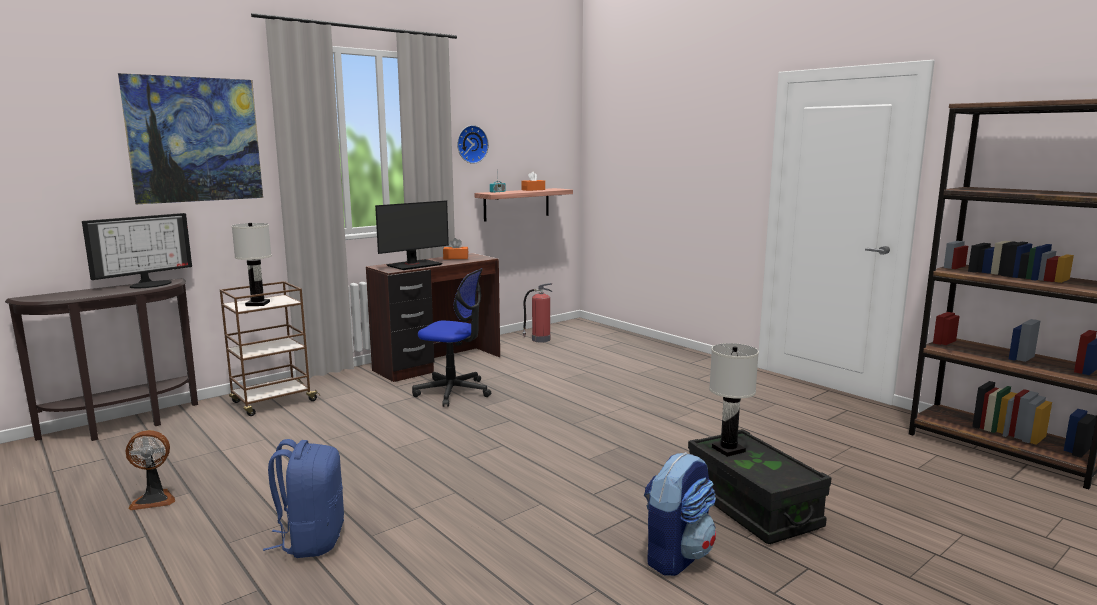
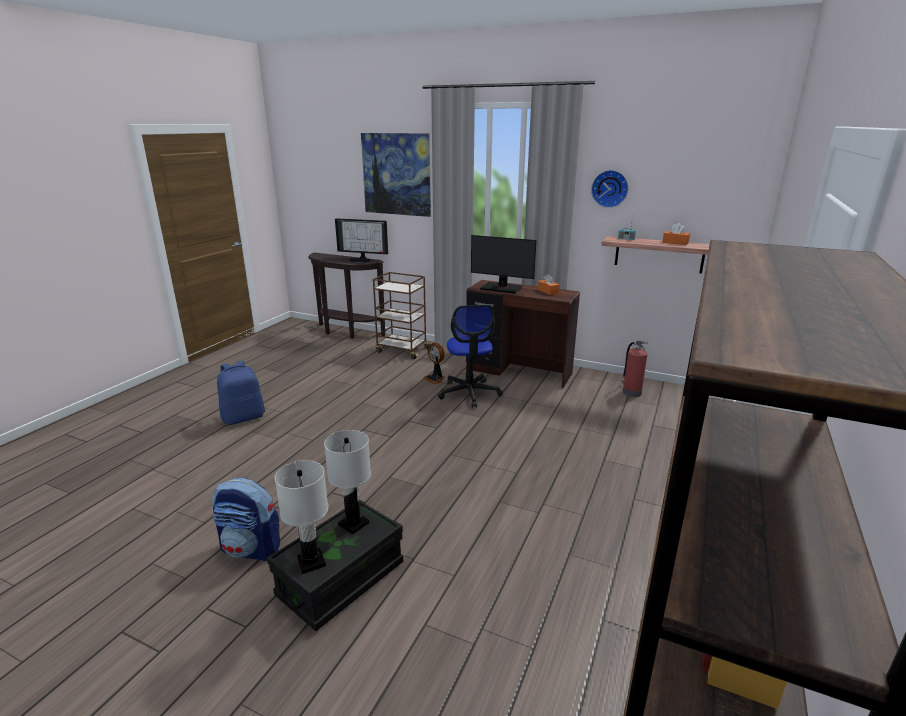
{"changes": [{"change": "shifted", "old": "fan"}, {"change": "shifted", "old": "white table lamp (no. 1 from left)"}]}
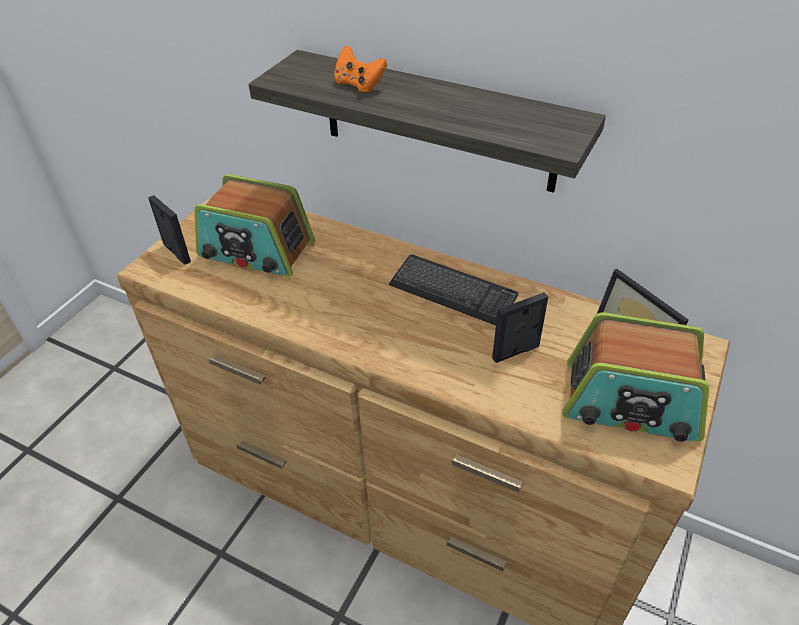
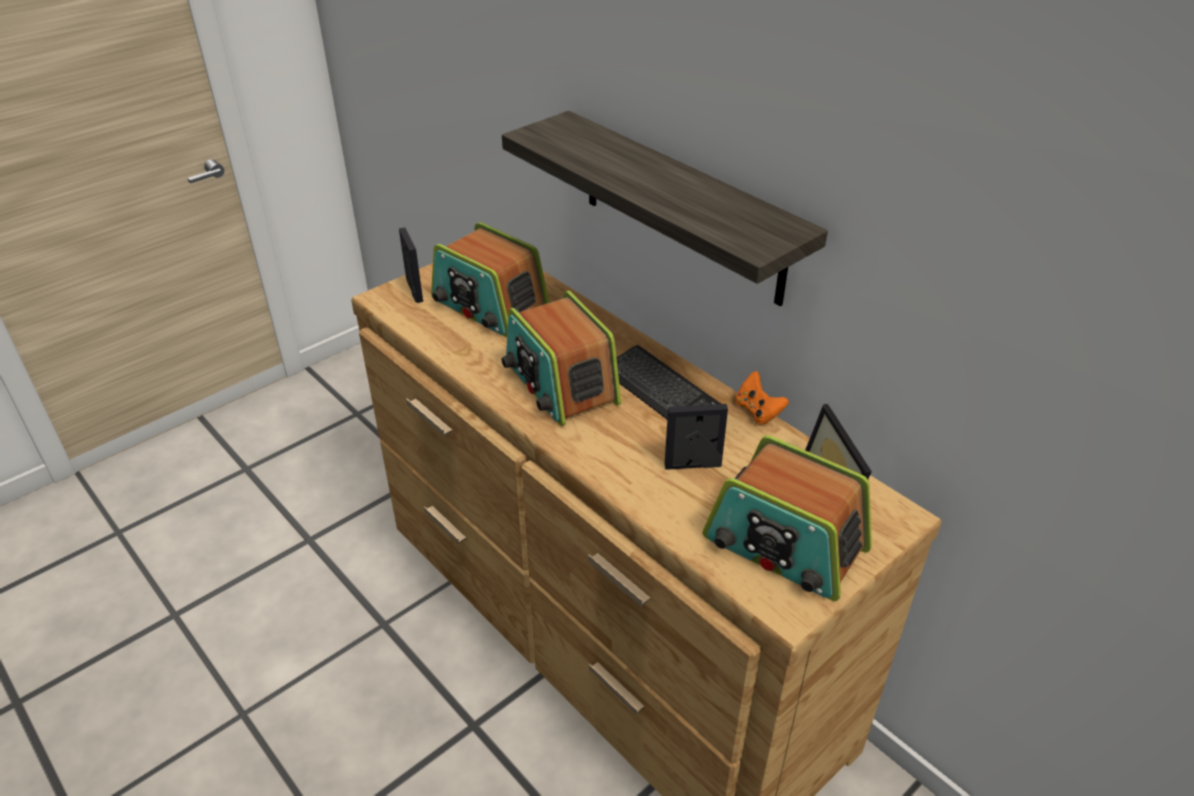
{"changes": [{"change": "shifted", "old": "orange game controller"}, {"change": "new", "new": "radio (no. 2 from left)"}]}
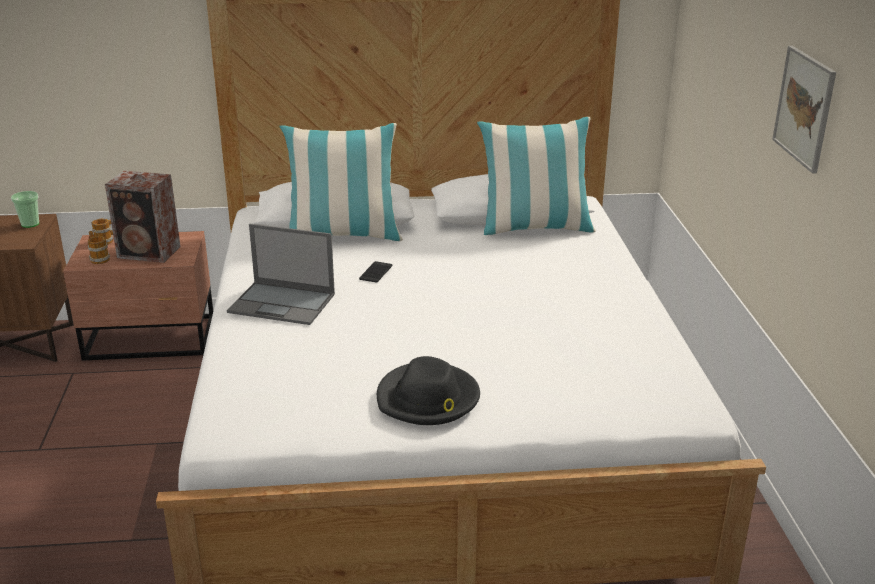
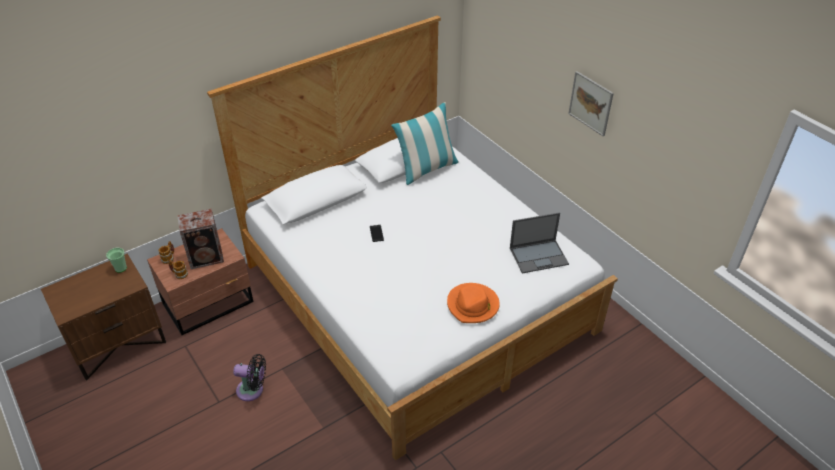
{"changes": [{"change": "shifted", "old": "laptop"}, {"change": "gone", "old": "pillow (no. 1 from left)"}, {"change": "repainted", "old": "black hat", "new": "orange hat"}, {"change": "new", "new": "black fan"}]}
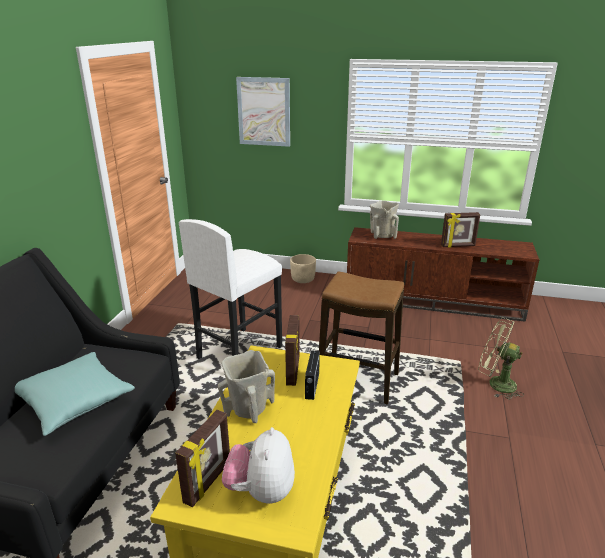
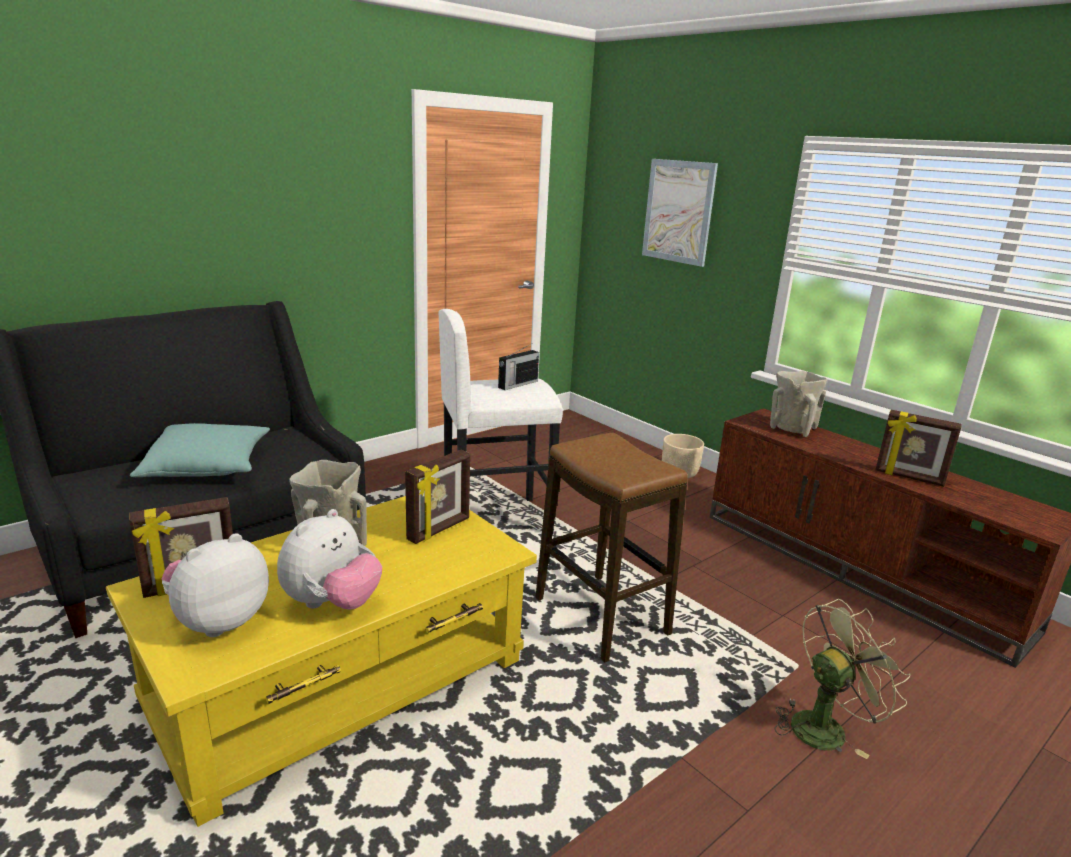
{"changes": [{"change": "shifted", "old": "radio"}, {"change": "rotated", "old": "green fan", "degrees": 90}, {"change": "new", "new": "plush toy (no. 2 from left)"}]}
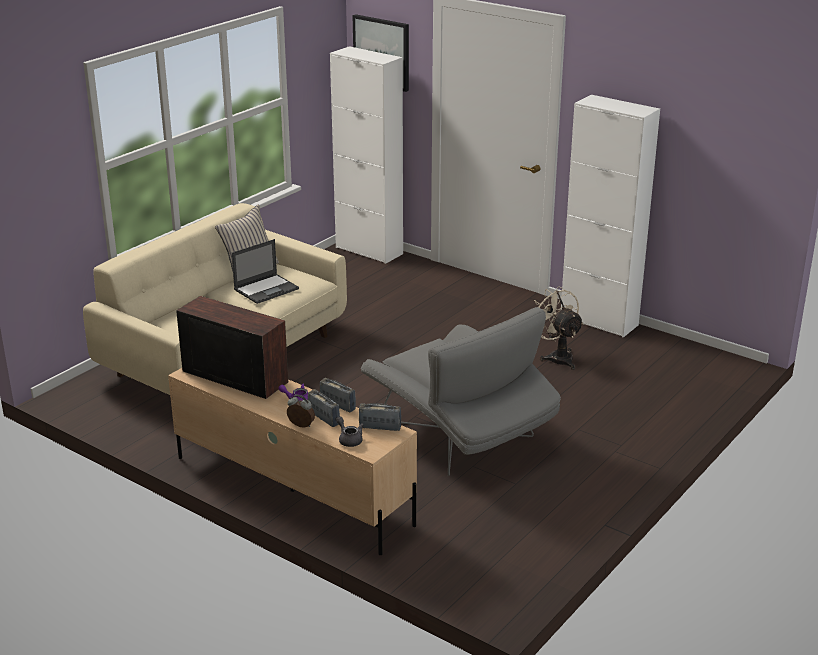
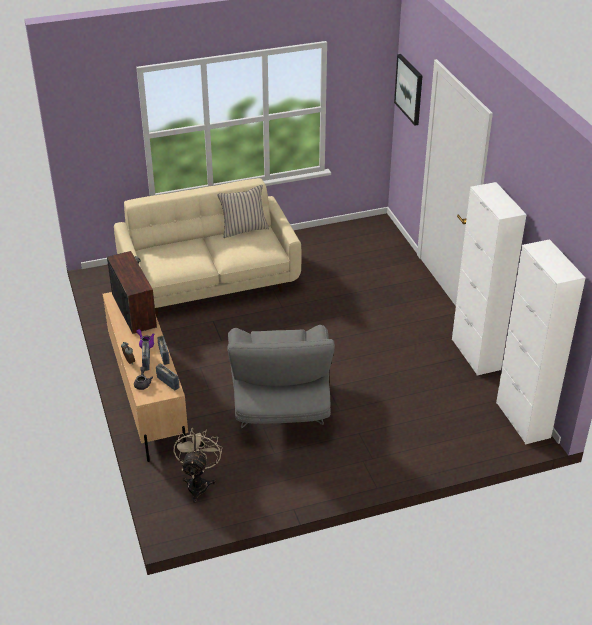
{"changes": [{"change": "gone", "old": "laptop"}, {"change": "shifted", "old": "white cabinet (no. 1 from left in the first image)", "new": "white cabinet (no. 2 from left)"}, {"change": "shifted", "old": "beige fan"}]}
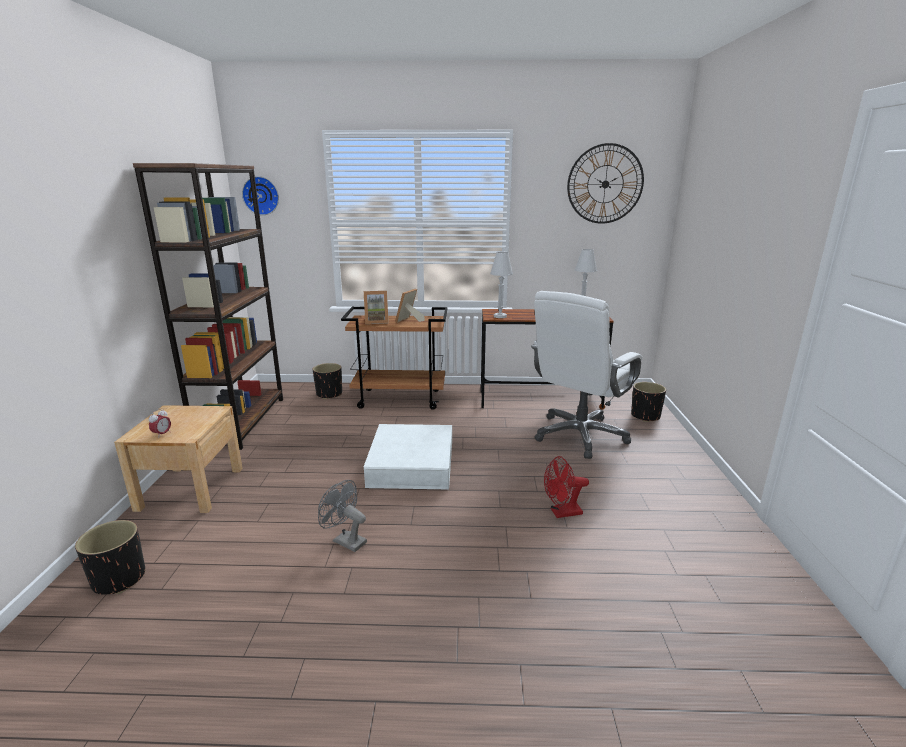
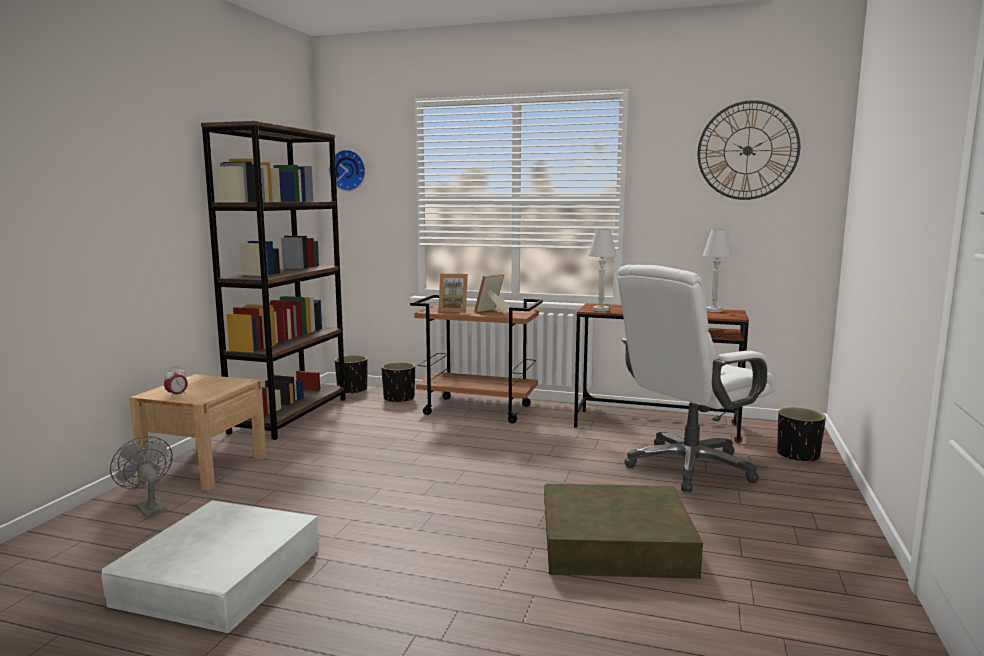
{"changes": [{"change": "shifted", "old": "black planter (no. 1 from left)"}, {"change": "shifted", "old": "grey fan"}, {"change": "shifted", "old": "white storage box"}, {"change": "swapped", "old": "red fan", "new": "brown storage box"}]}
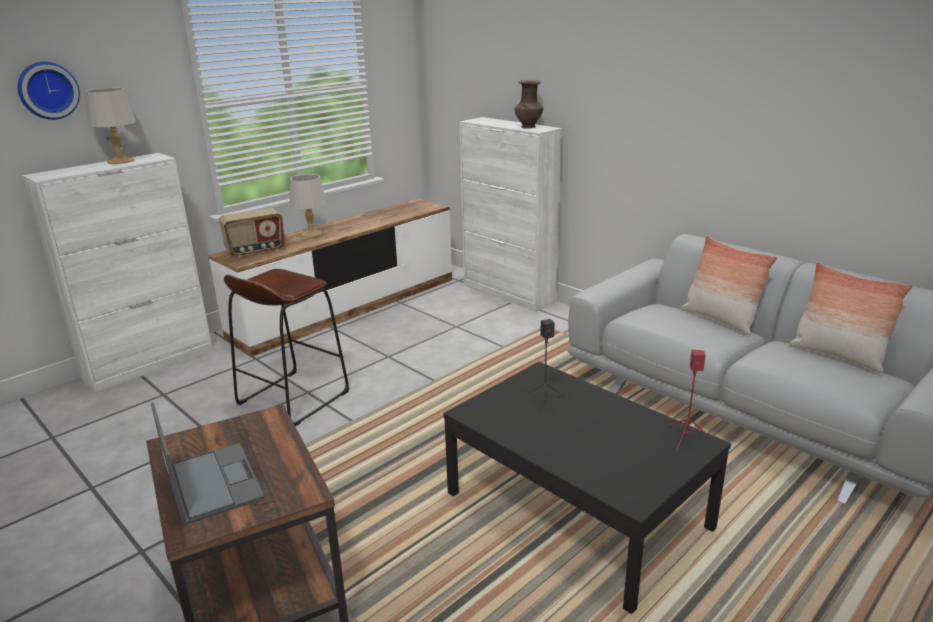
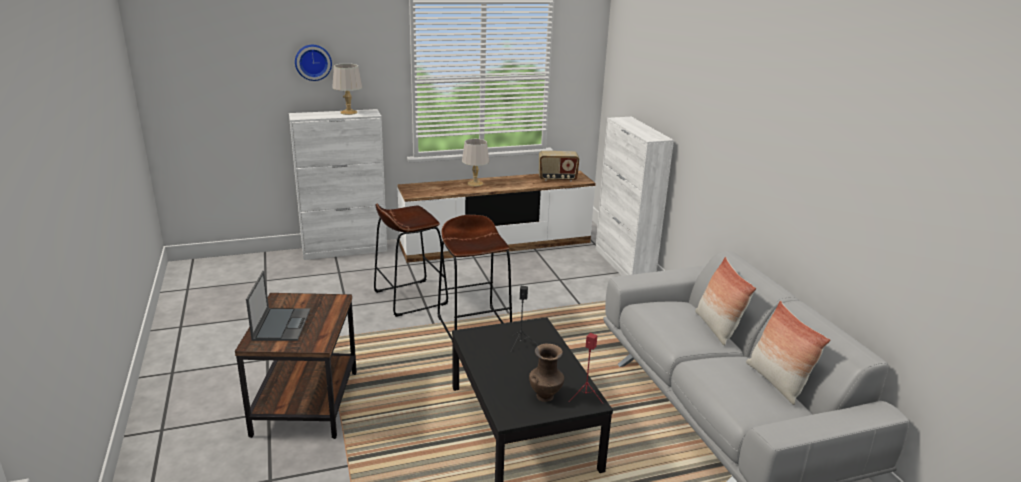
{"changes": [{"change": "shifted", "old": "radio"}, {"change": "shifted", "old": "brown vase"}, {"change": "new", "new": "brown stool (no. 2 from left)"}]}
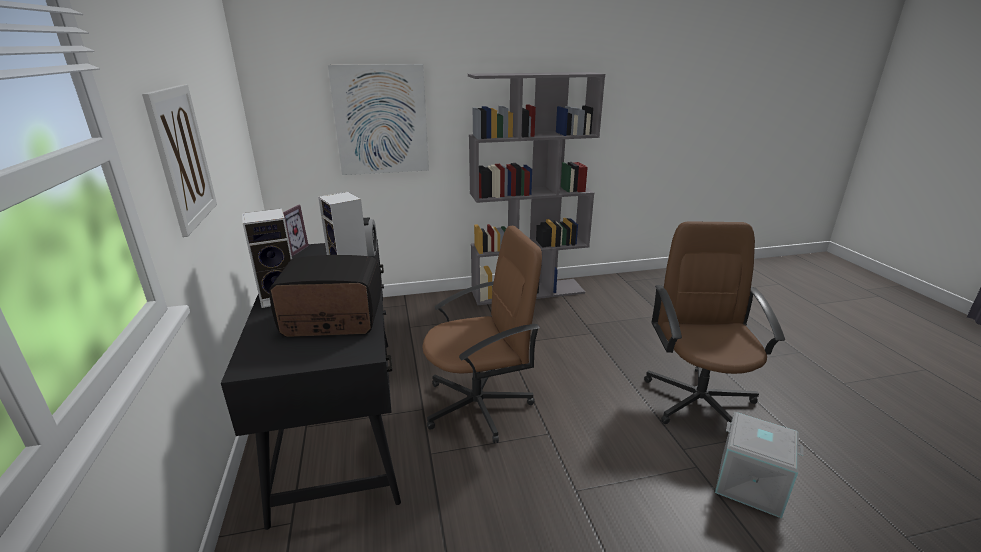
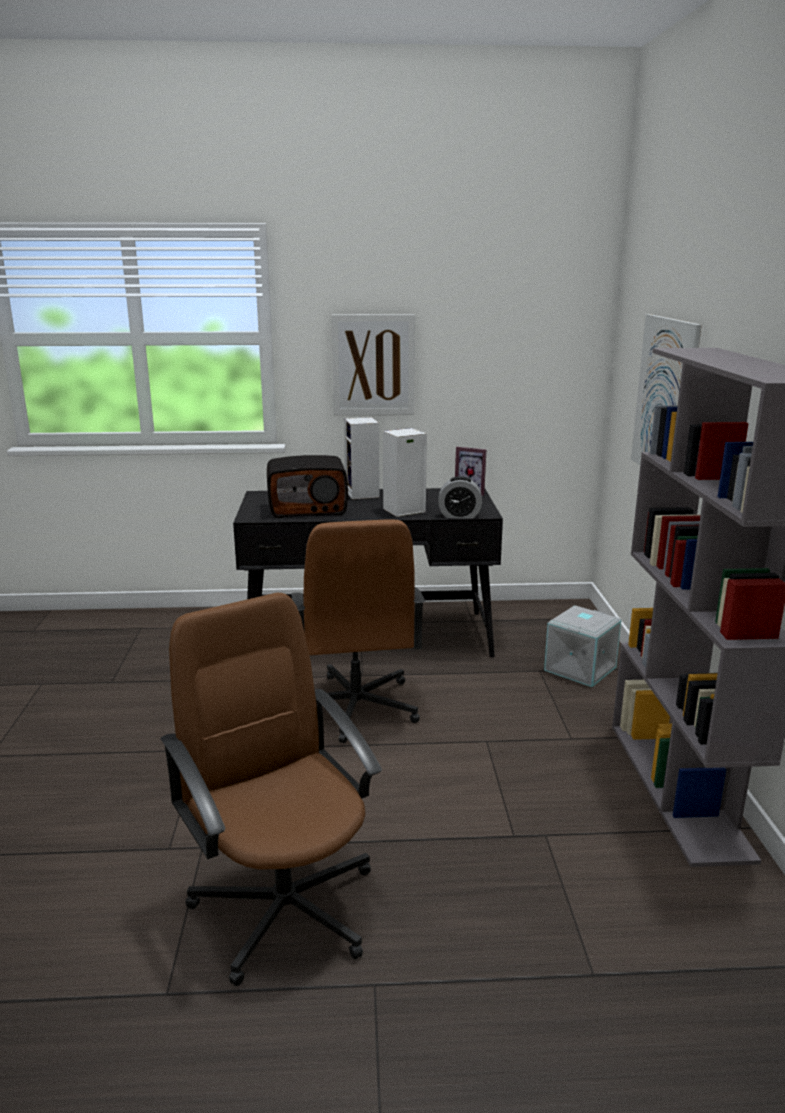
{"changes": [{"change": "rotated", "old": "radio", "degrees": 75}, {"change": "rotated", "old": "brown office chair (no. 2 from left in the first image)", "degrees": -135}, {"change": "shifted", "old": "grey storage box"}]}
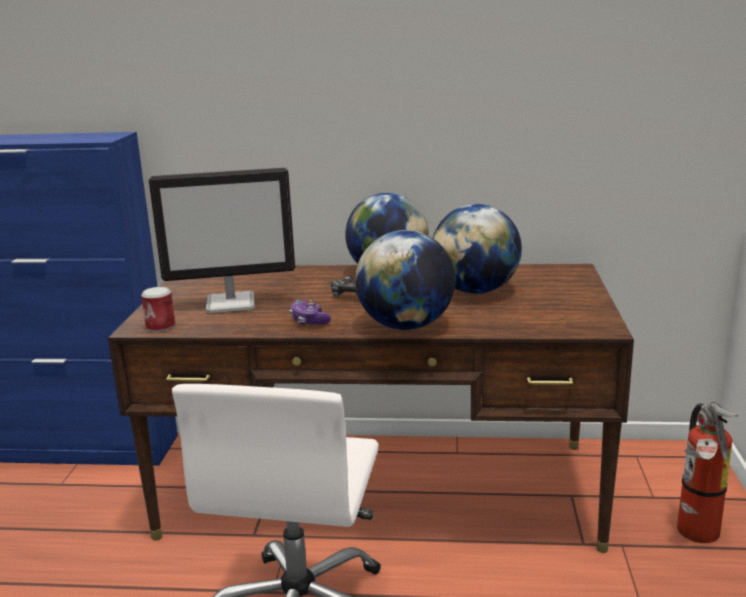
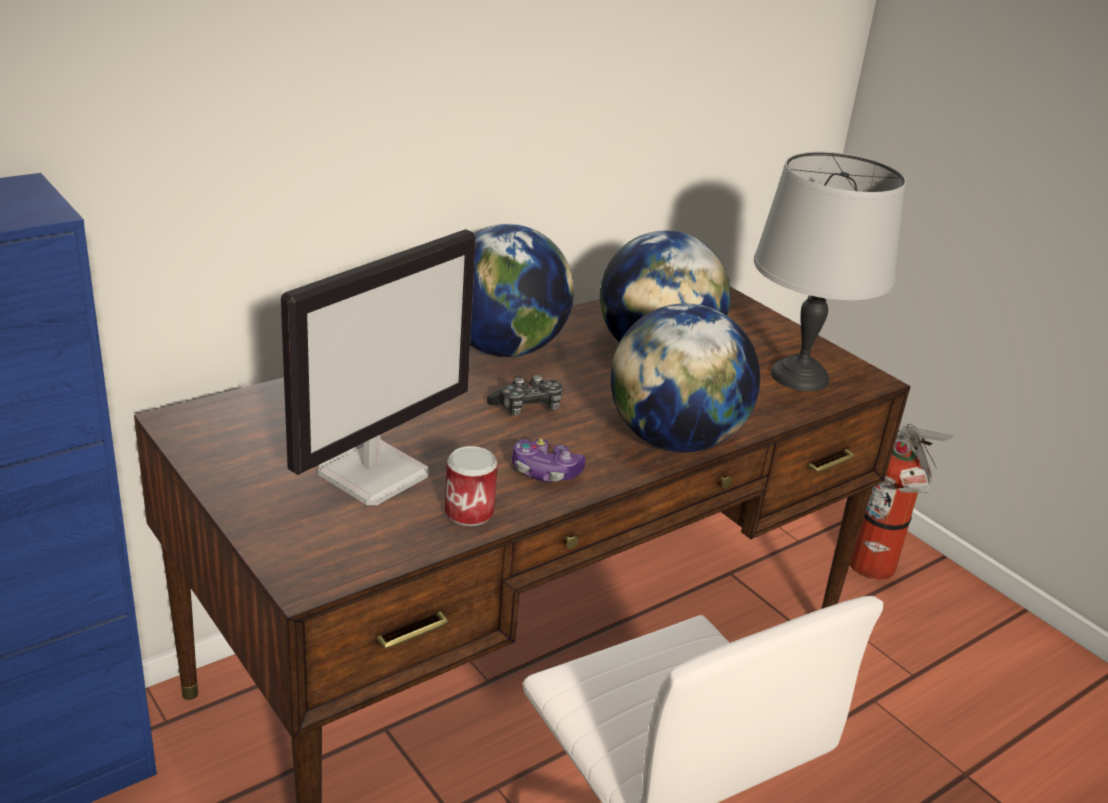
{"changes": [{"change": "shifted", "old": "can"}, {"change": "new", "new": "grey table lamp"}]}
